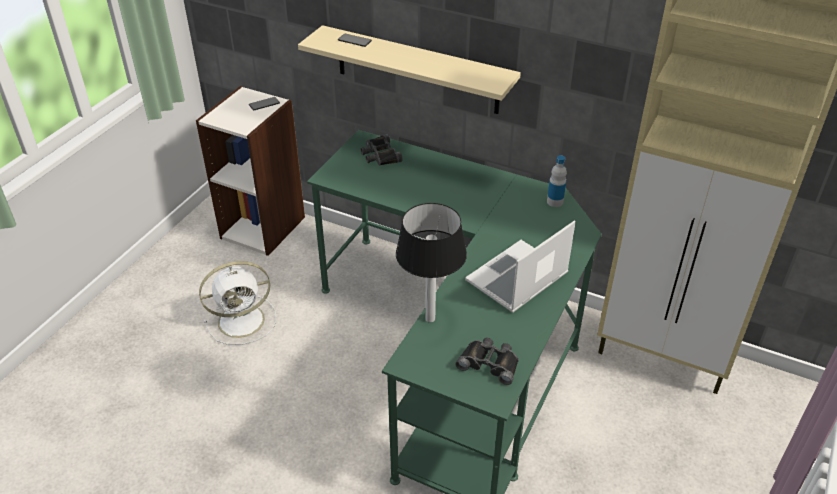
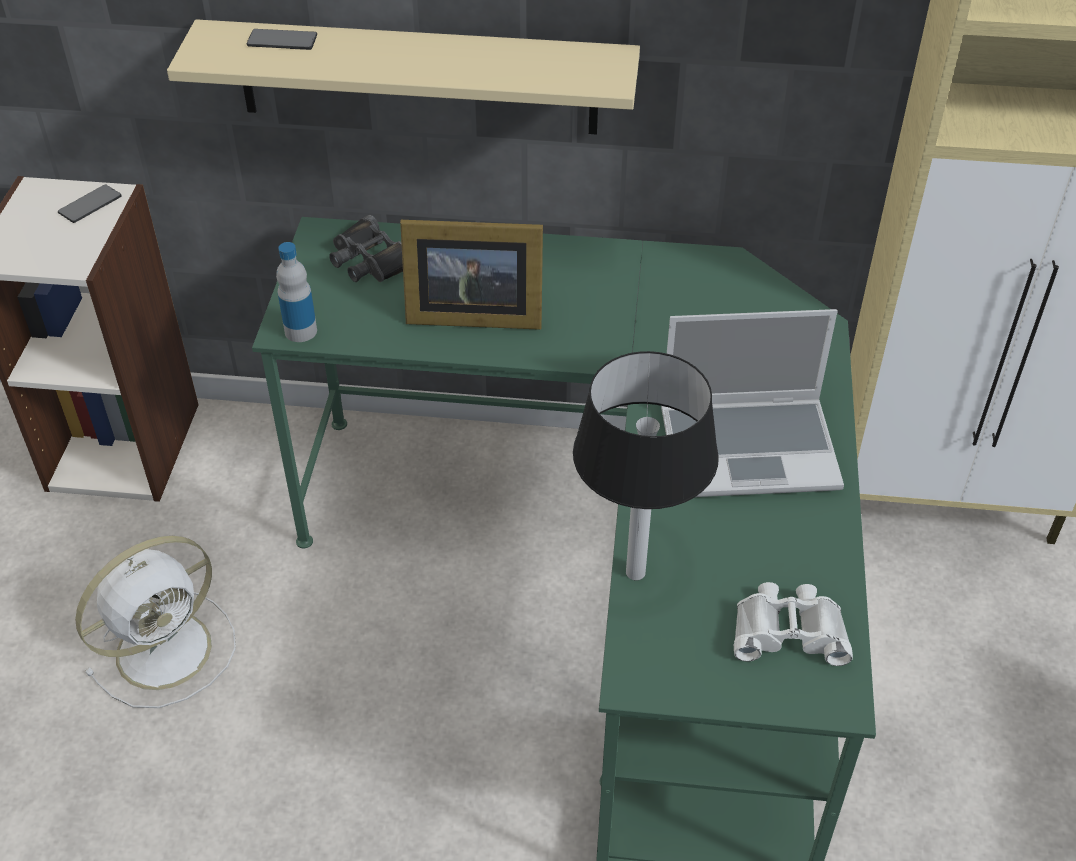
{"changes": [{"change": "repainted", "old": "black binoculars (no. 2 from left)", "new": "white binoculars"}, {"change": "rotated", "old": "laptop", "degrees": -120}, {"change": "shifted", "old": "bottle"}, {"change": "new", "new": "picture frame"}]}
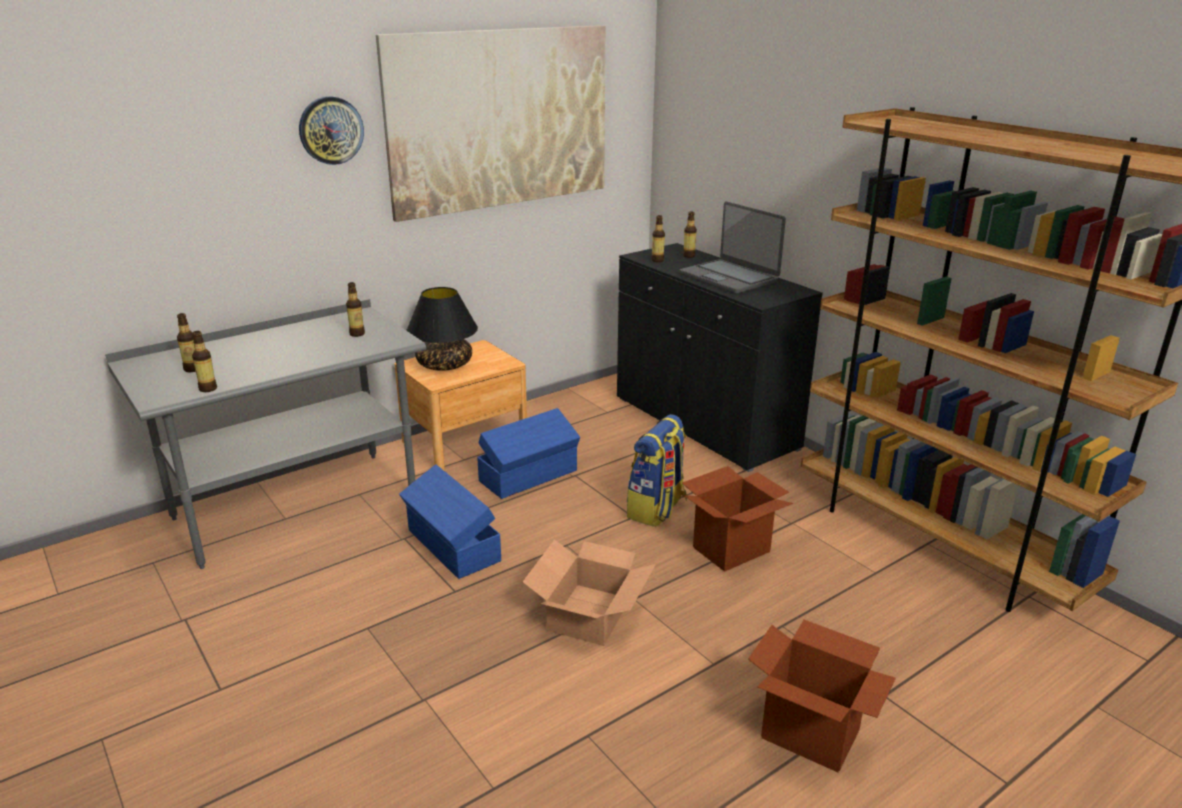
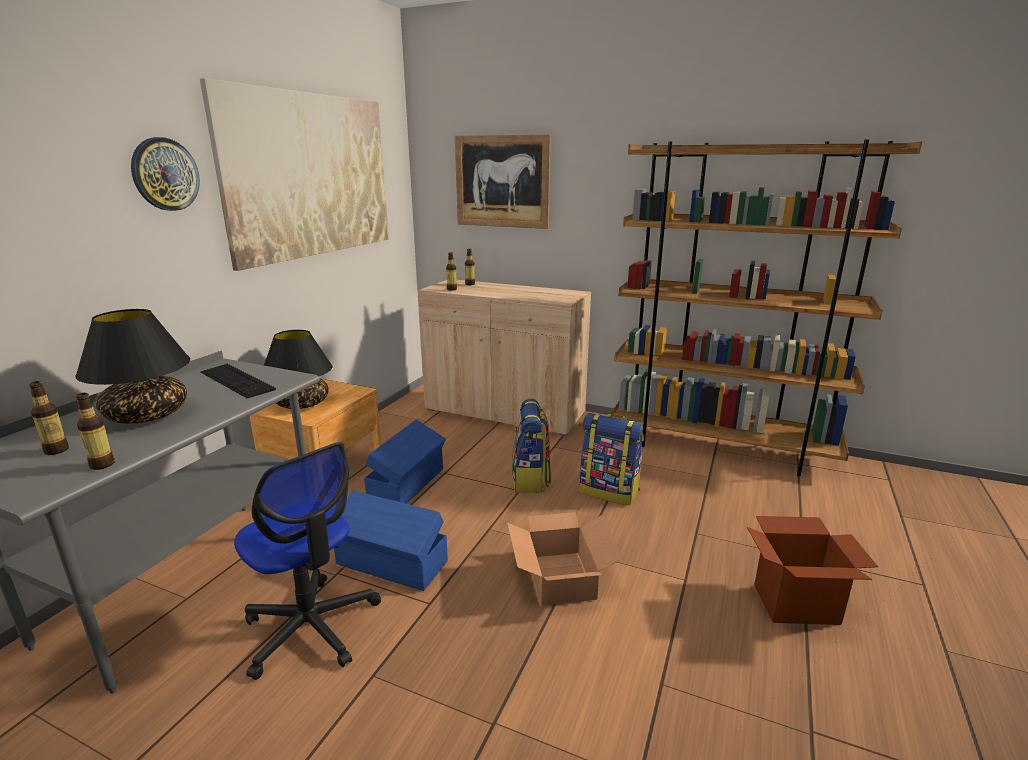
{"changes": [{"change": "swapped", "old": "bottle (no. 3 from left)", "new": "keyboard"}, {"change": "repainted", "old": "black cabinet", "new": "beige cabinet"}, {"change": "gone", "old": "laptop"}, {"change": "swapped", "old": "cardboard box (no. 2 from left)", "new": "backpack (no. 2 from left)"}, {"change": "new", "new": "black table lamp (no. 1 from left)"}, {"change": "new", "new": "office chair"}, {"change": "new", "new": "picture (no. 2 from left)"}]}
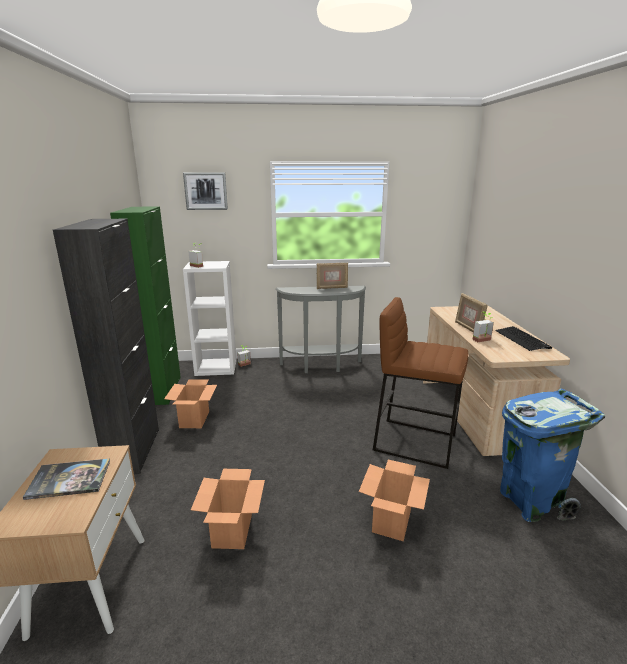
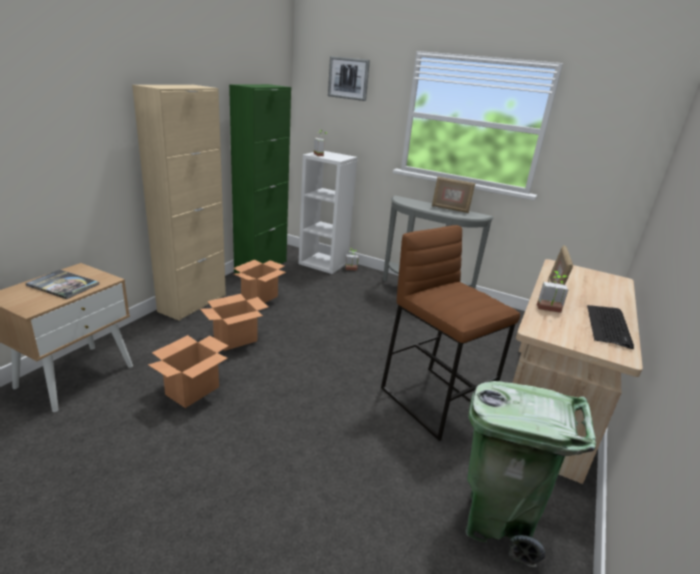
{"changes": [{"change": "repainted", "old": "black cabinet", "new": "beige cabinet"}, {"change": "shifted", "old": "cardboard box (no. 3 from left in the first image)", "new": "cardboard box (no. 2 from left)"}, {"change": "repainted", "old": "blue trash can", "new": "green trash can"}]}
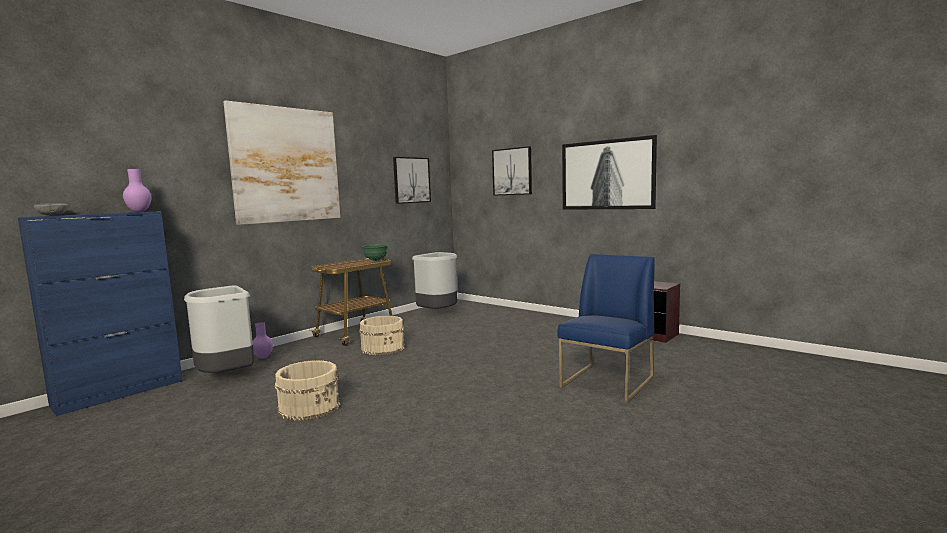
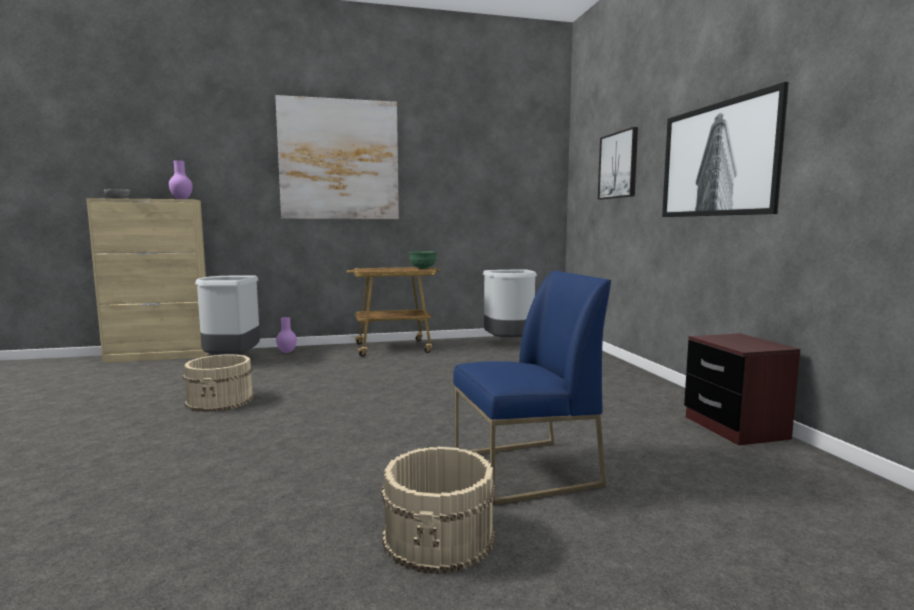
{"changes": [{"change": "repainted", "old": "blue cabinet", "new": "beige cabinet"}, {"change": "shifted", "old": "beige bucket (no. 2 from left)"}, {"change": "gone", "old": "picture (no. 2 from left)"}]}
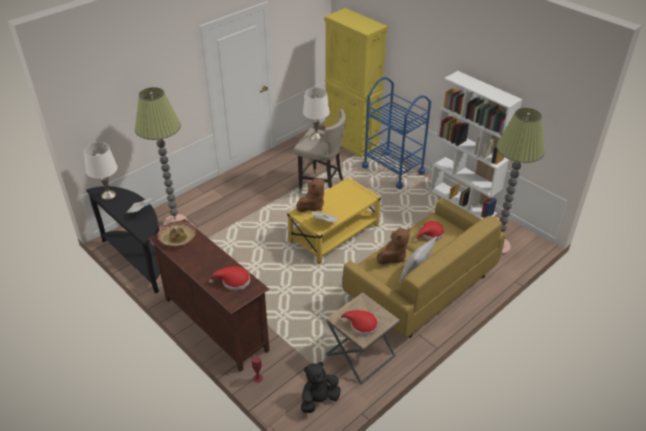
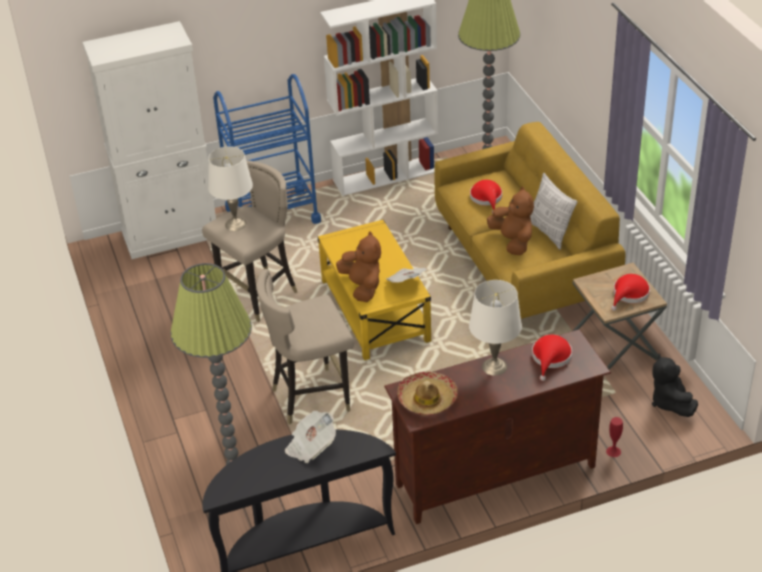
{"changes": [{"change": "shifted", "old": "white table lamp (no. 1 from left in the first image)", "new": "white table lamp (no. 2 from left)"}, {"change": "repainted", "old": "yellow cabinet", "new": "white cabinet"}, {"change": "new", "new": "beige stool (no. 2 from left)"}]}
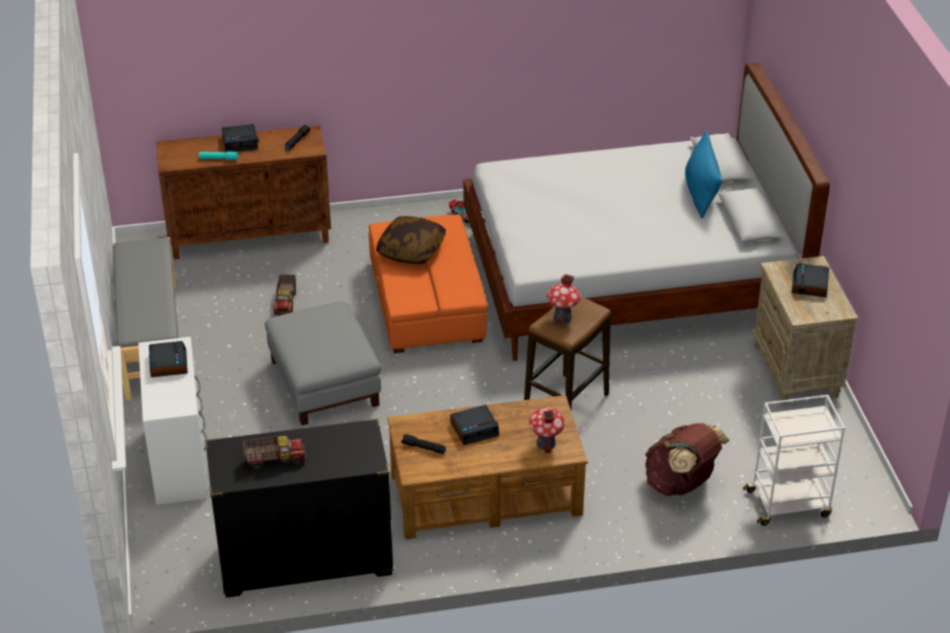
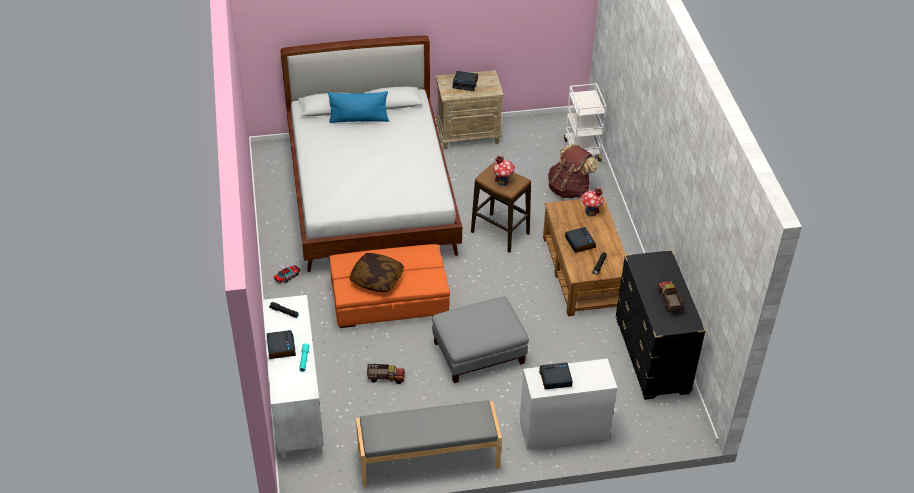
{"changes": [{"change": "repainted", "old": "brown cabinet", "new": "white cabinet"}]}
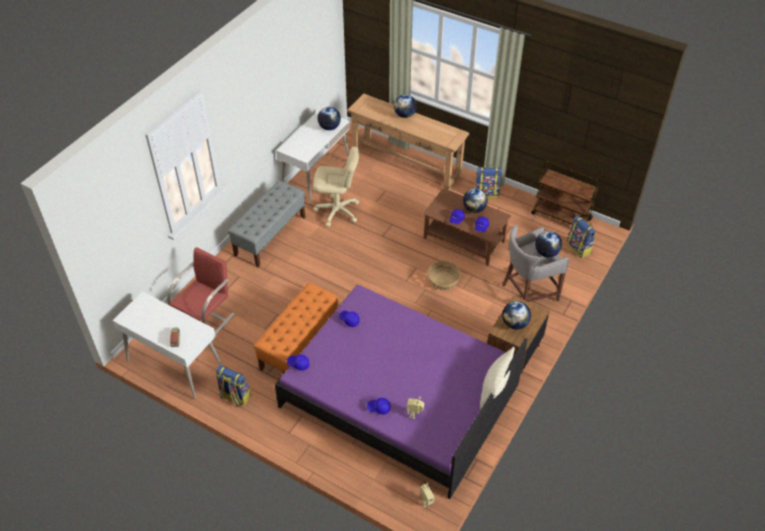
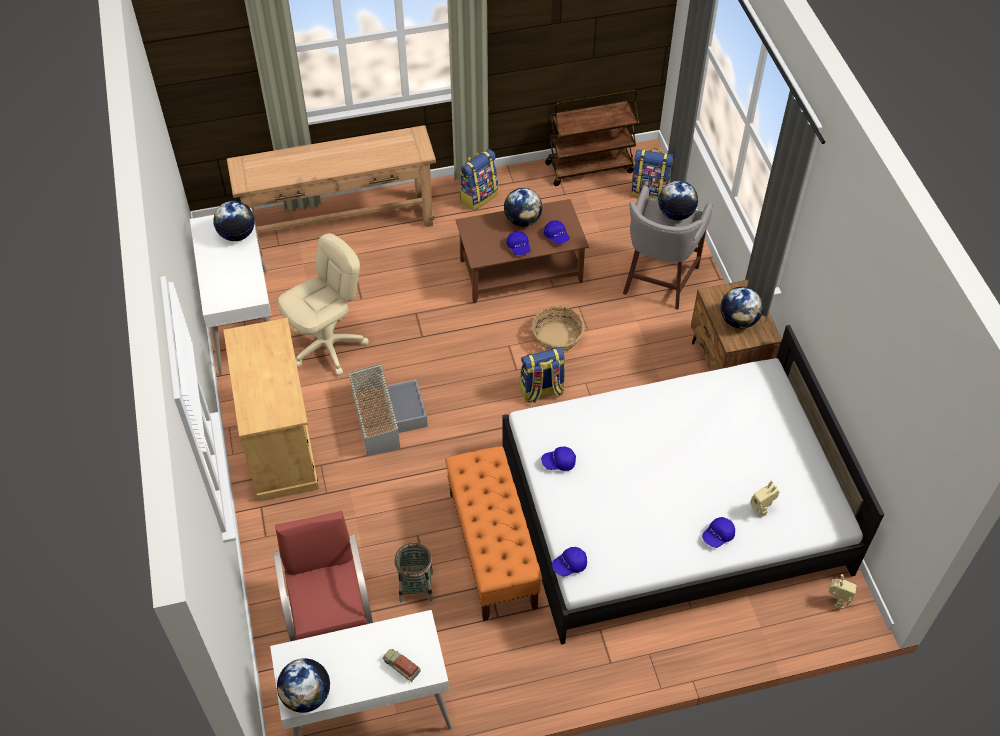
{"changes": [{"change": "shifted", "old": "backpack (no. 1 from left in the first image)", "new": "backpack (no. 2 from left)"}, {"change": "swapped", "old": "grey bench", "new": "beige cabinet"}, {"change": "repainted", "old": "purple bed", "new": "white bed"}, {"change": "shifted", "old": "globe (no. 2 from left)"}, {"change": "gone", "old": "beige pillow"}, {"change": "new", "new": "grey storage box"}, {"change": "new", "new": "basket (no. 1 from left)"}]}
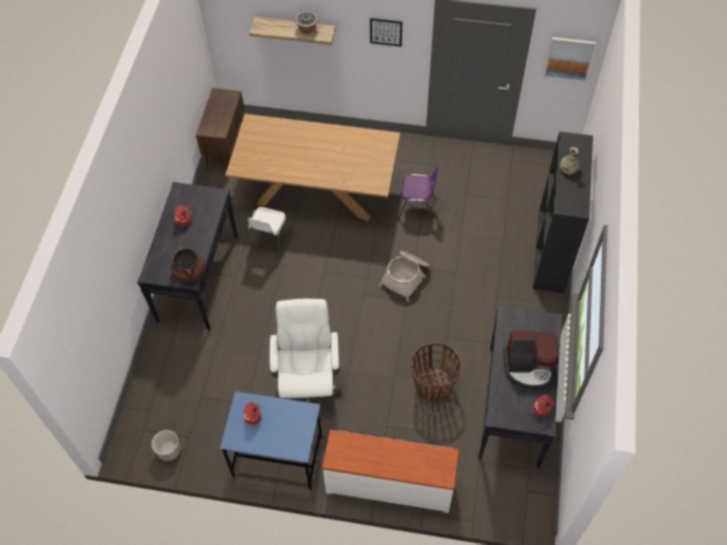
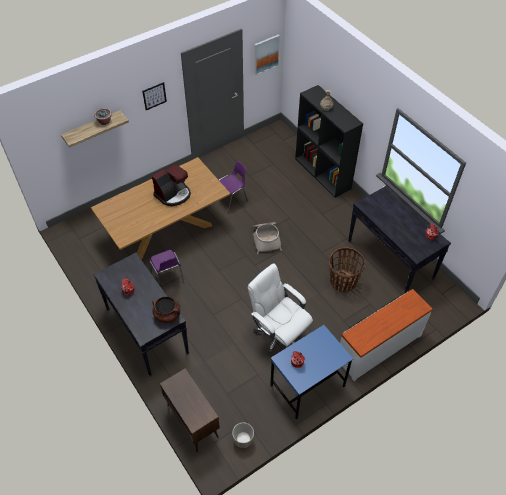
{"changes": [{"change": "shifted", "old": "brown cabinet"}, {"change": "repainted", "old": "white chair", "new": "purple chair (no. 1 from left)"}, {"change": "shifted", "old": "coffee machine"}]}
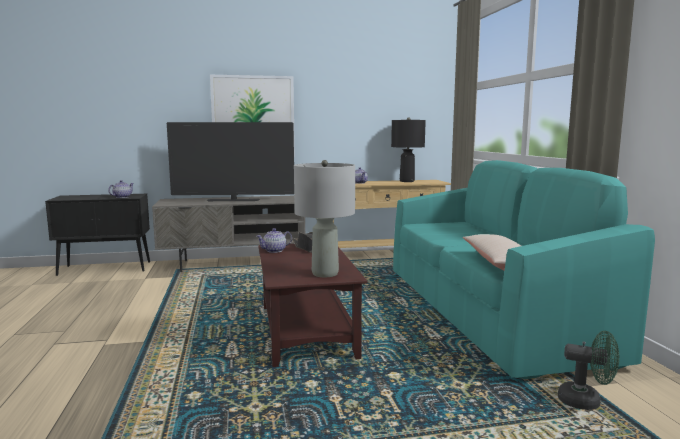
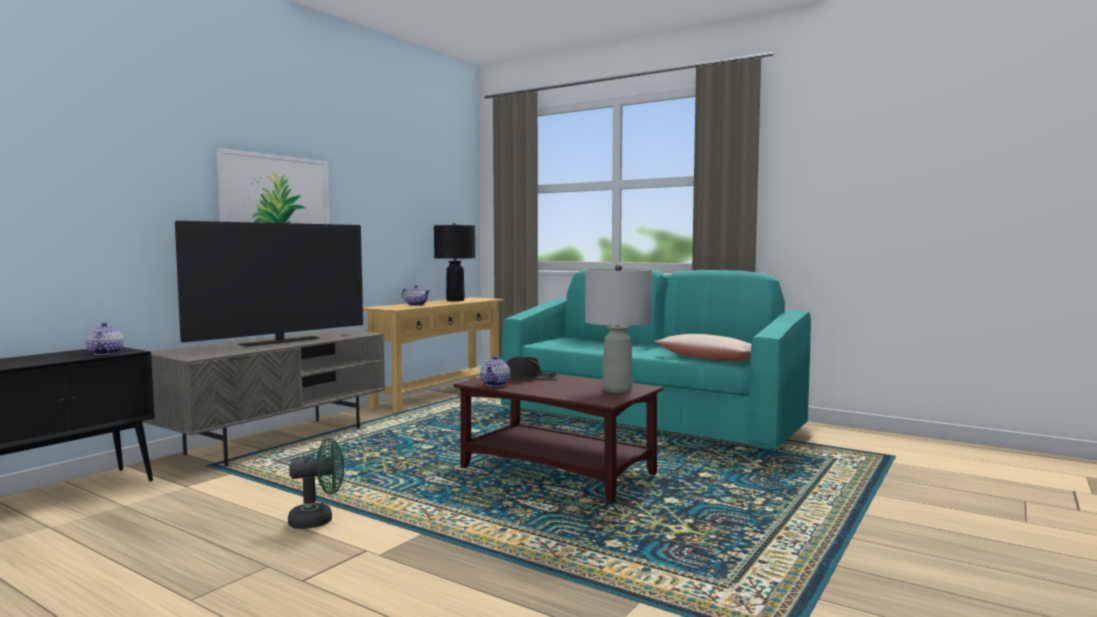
{"changes": [{"change": "shifted", "old": "green fan"}]}
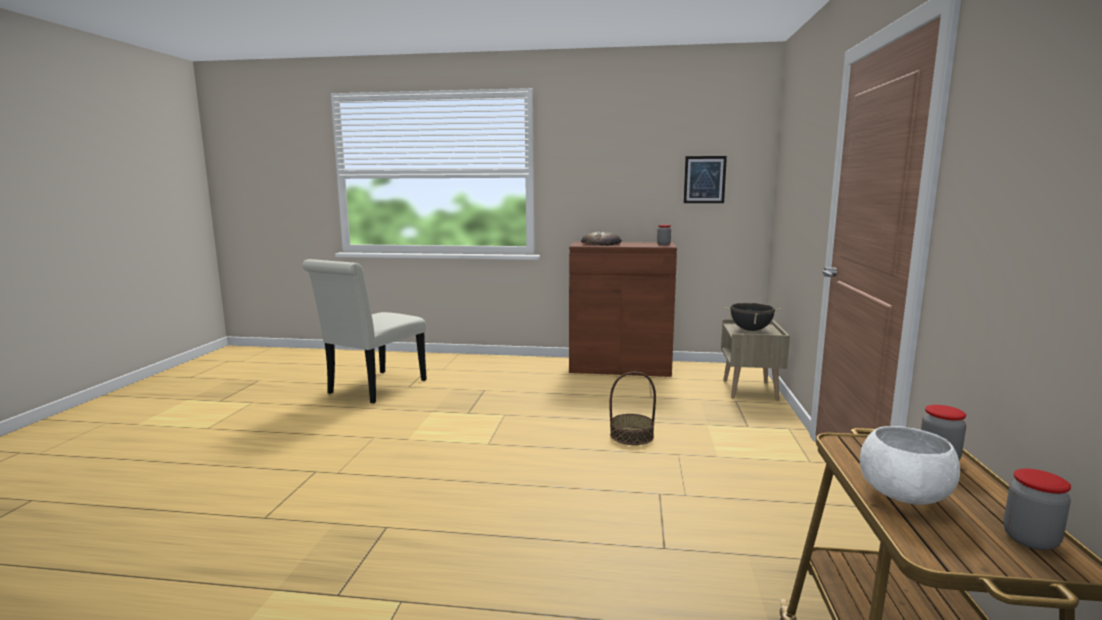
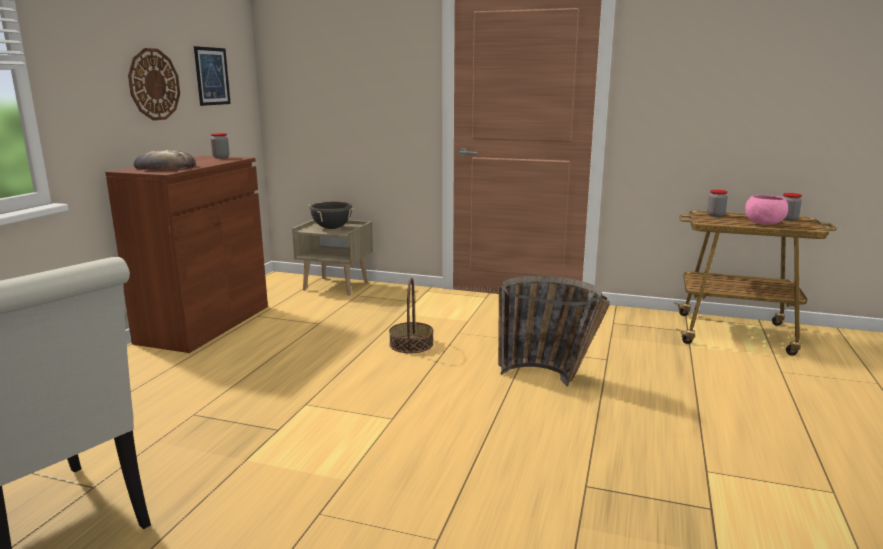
{"changes": [{"change": "repainted", "old": "white bowl", "new": "pink bowl"}, {"change": "new", "new": "wall clock"}, {"change": "new", "new": "basket (no. 2 from left)"}]}
